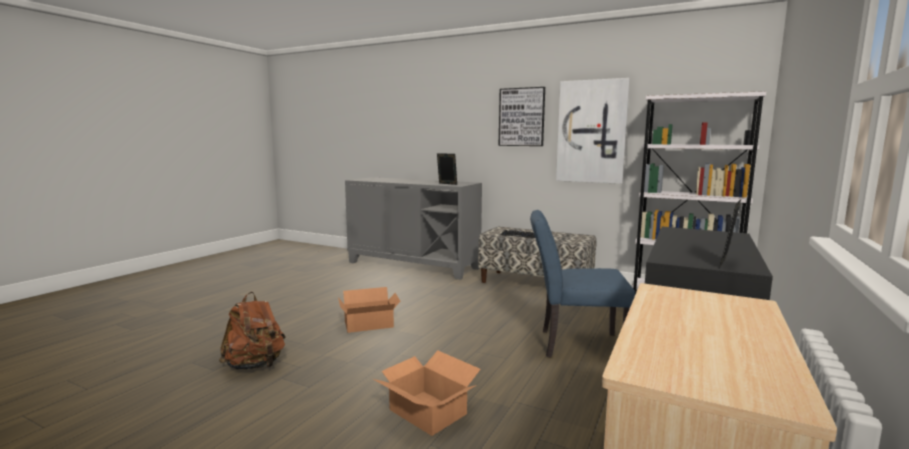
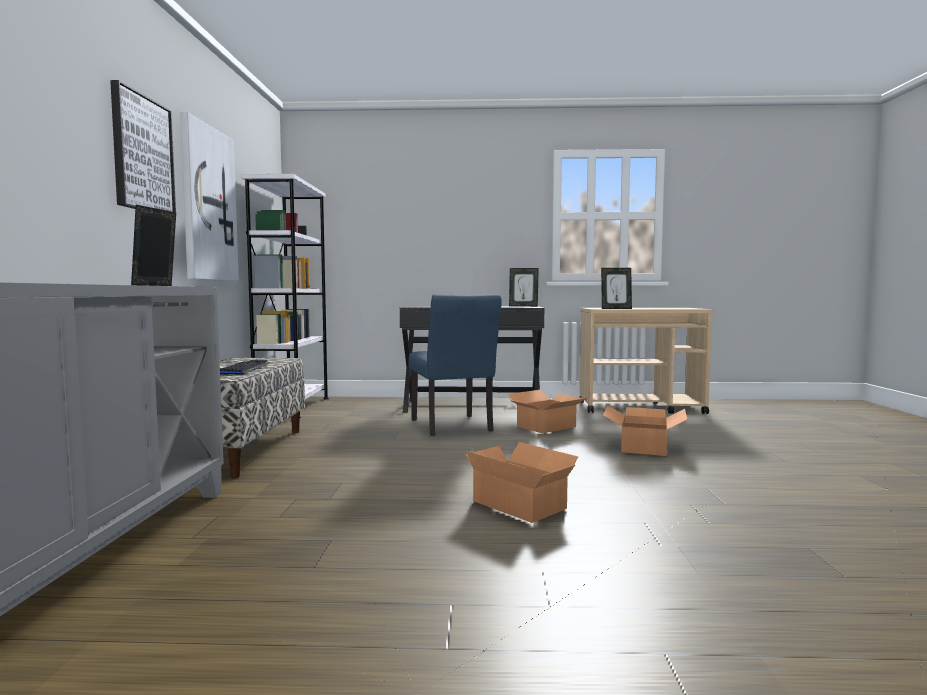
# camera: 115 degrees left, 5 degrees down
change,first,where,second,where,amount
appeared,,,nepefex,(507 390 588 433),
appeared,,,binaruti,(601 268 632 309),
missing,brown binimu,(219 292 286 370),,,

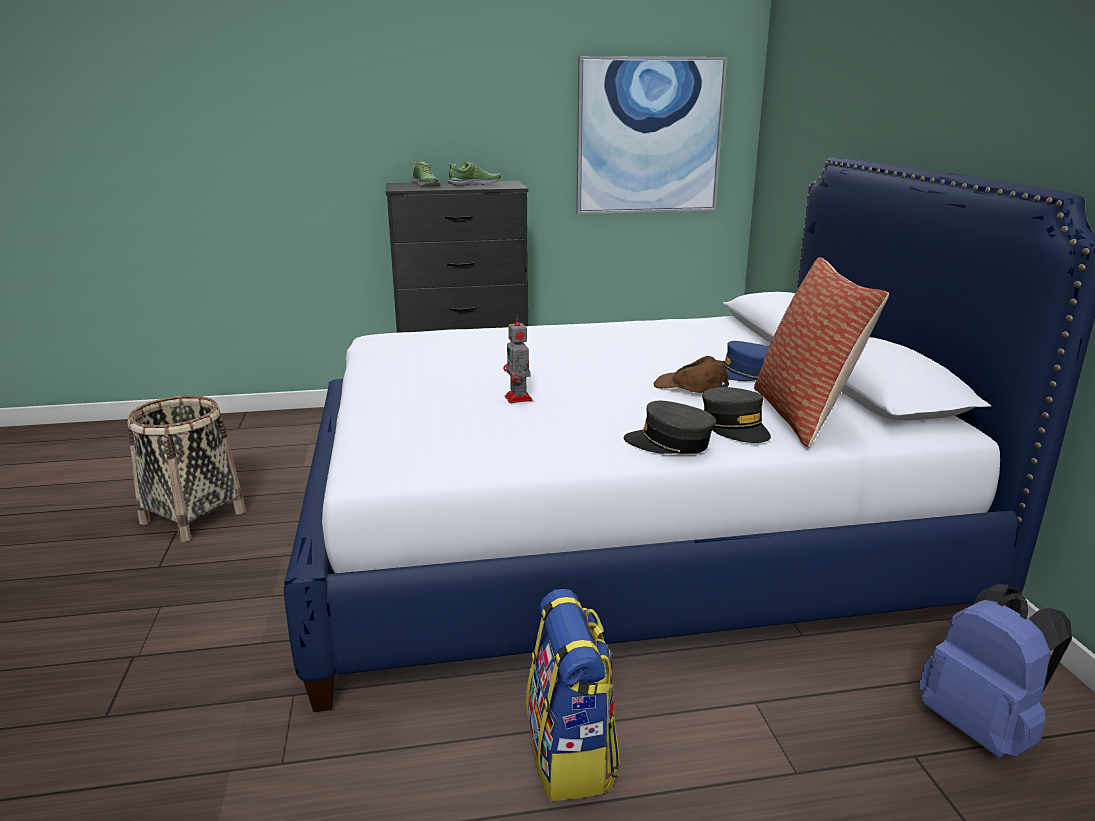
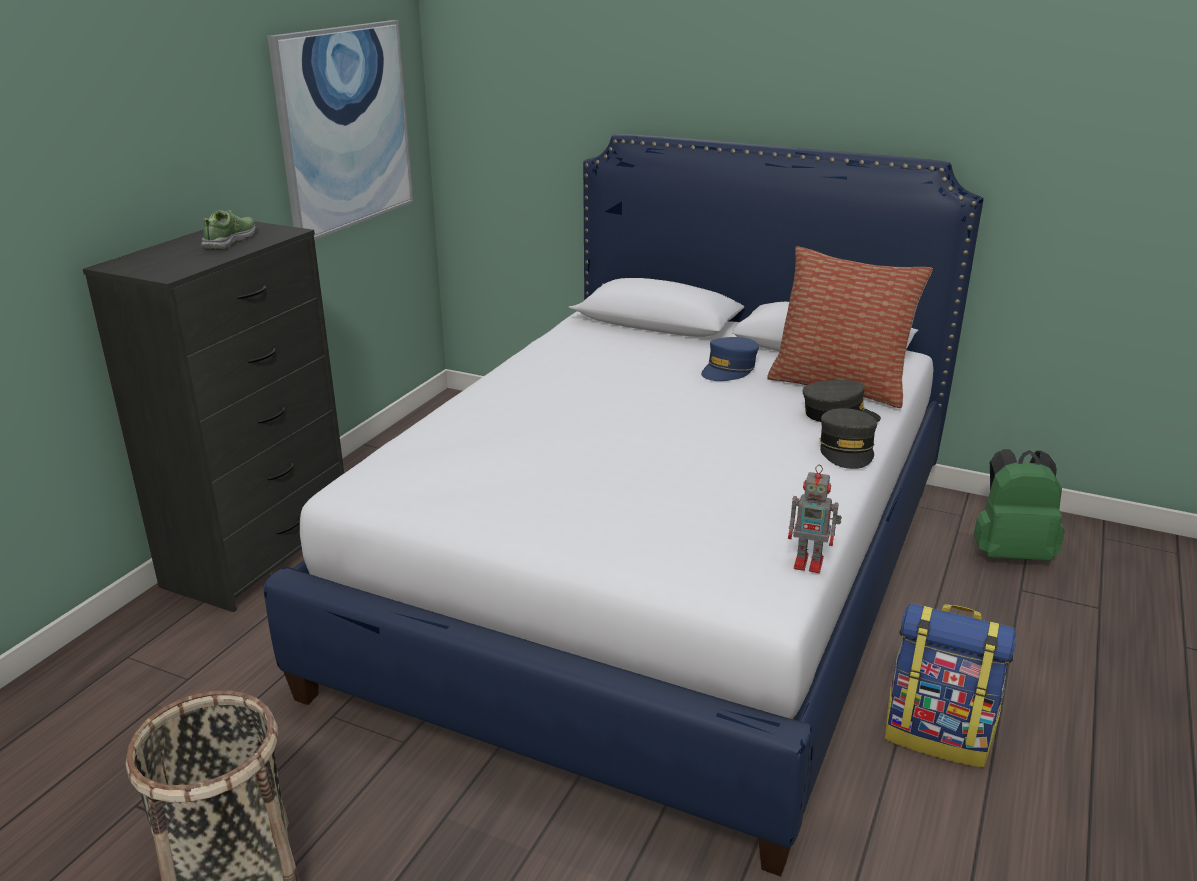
# camera: 55 degrees left, 5 degrees up
change,first,where,second,where,amount
relocated,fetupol,(503 315 533 403),,(788 464 842 573),
spun,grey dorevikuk,(624 401 716 454),,(820 408 877 469),45 degrees counterclockwise
colour,blue binimu,(919 584 1072 757),green binimu,(974 449 1065 561),
missing,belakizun,(411 160 440 187),,,
missing,brown dorevikuk,(654 356 729 393),,,

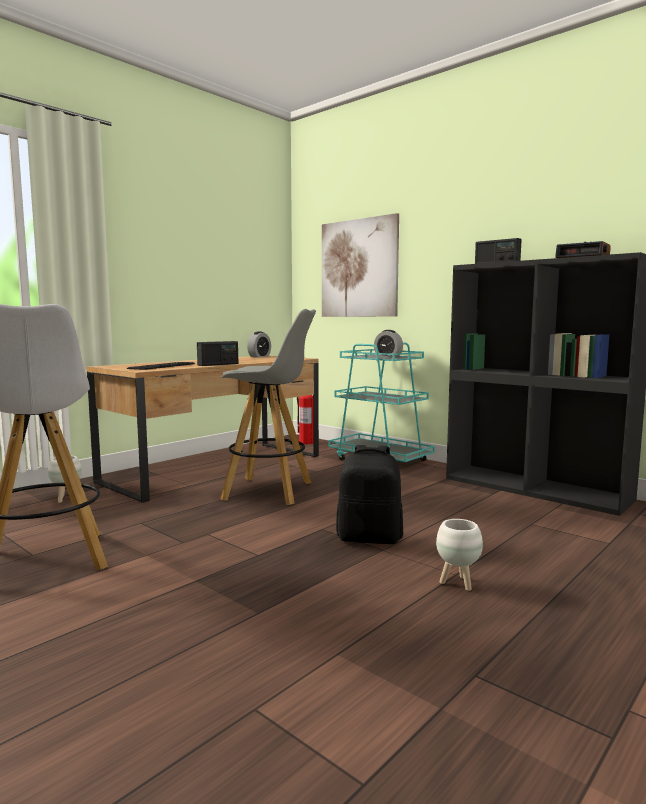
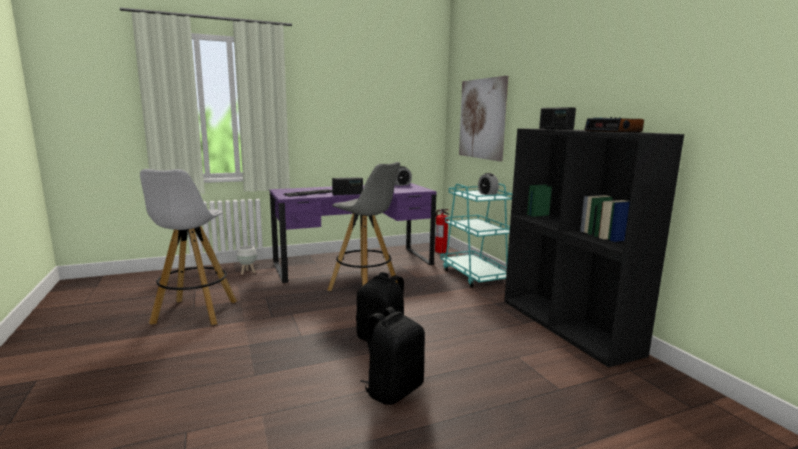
# camera: 25 degrees right, 5 degrees up
change,first,where,second,where,amount
colour,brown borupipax,(86 356 319 503),purple borupipax,(270 183 437 283),
exchanged,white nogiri,(436 519 483 591),black binimu,(360 307 425 405),

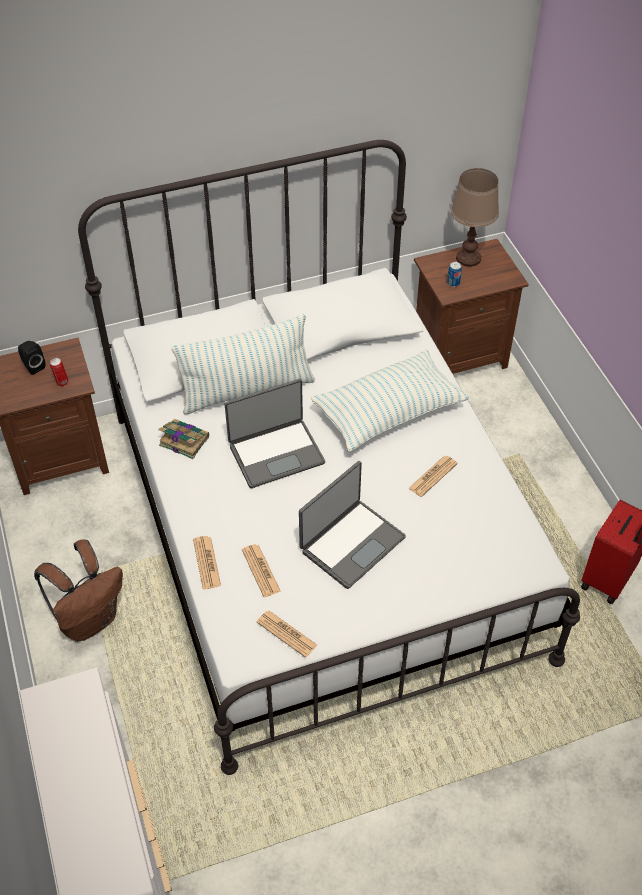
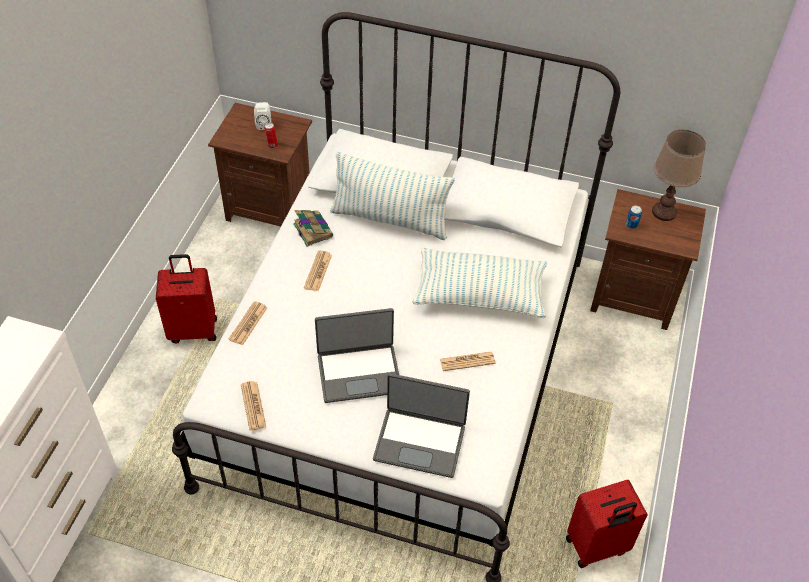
# camera: 35 degrees right, 0 degrees up
change,first,where,second,where,amount
exchanged,brown binimu,(34 539 123 642),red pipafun,(156 254 217 344),
colour,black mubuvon,(18 341 45 375),white mubuvon,(254 102 271 130),
relocated,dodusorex,(242 544 281 597),,(304 251 332 291),
relocated,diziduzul,(225 379 325 488),,(373 373 470 478),

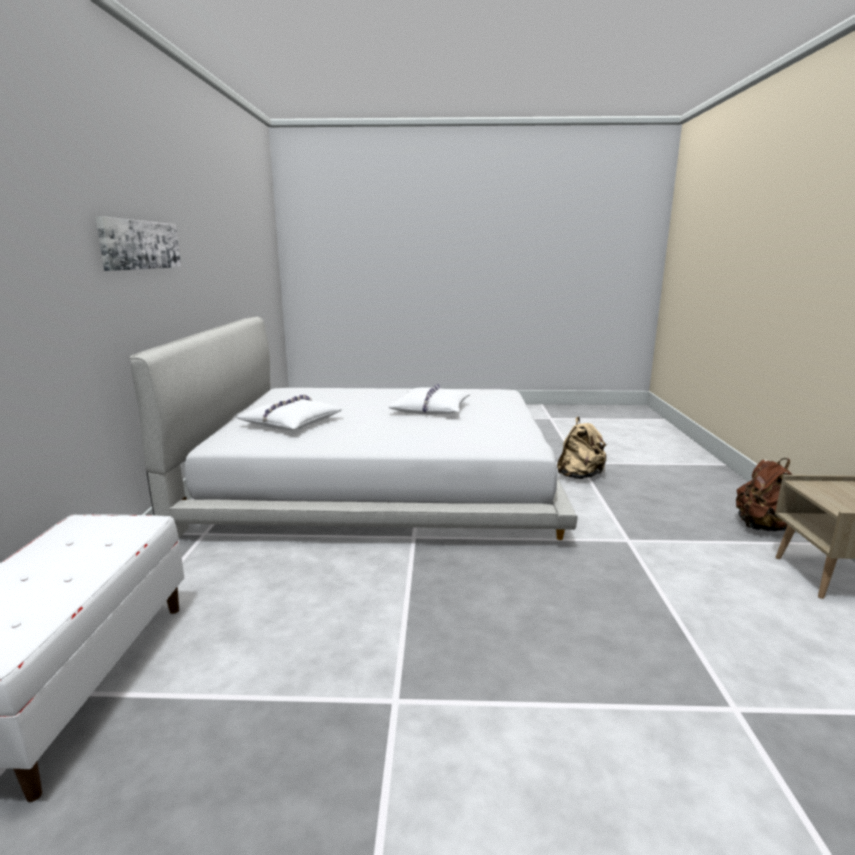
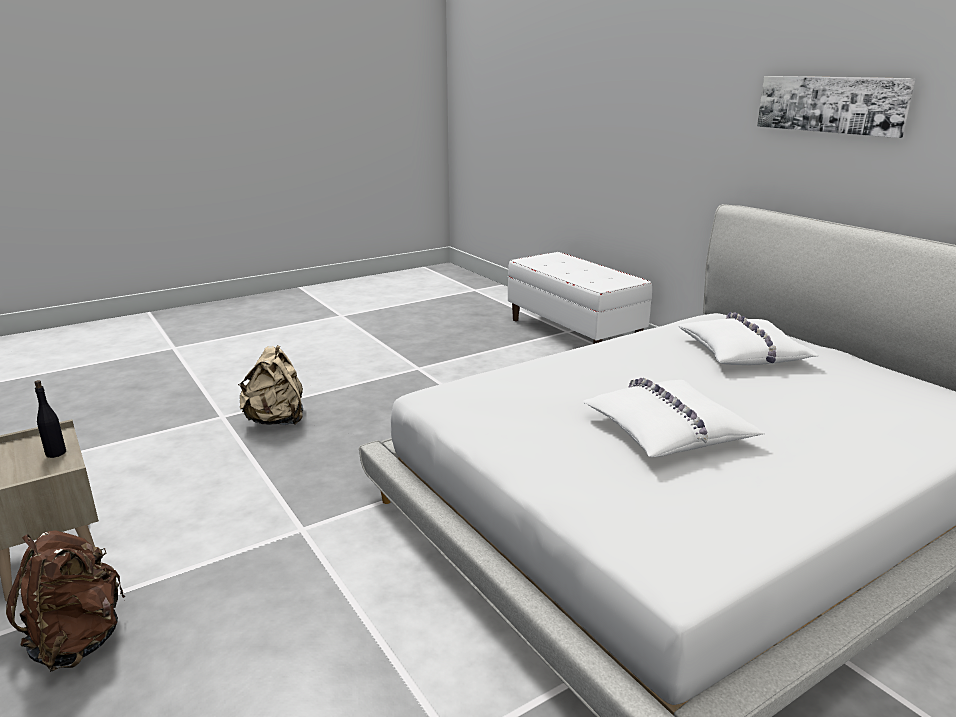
# camera: 145 degrees right, 5 degrees up
change,first,where,second,where,amount
appeared,,,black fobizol,(34 380 66 458),
relocated,beige binimu,(557 416 607 479),,(238 345 303 425),

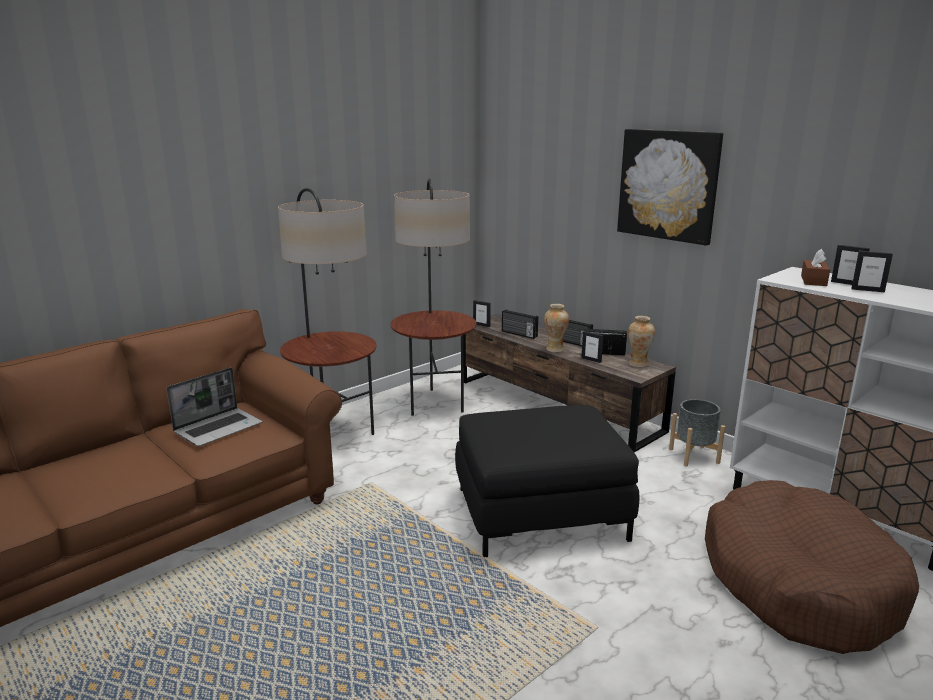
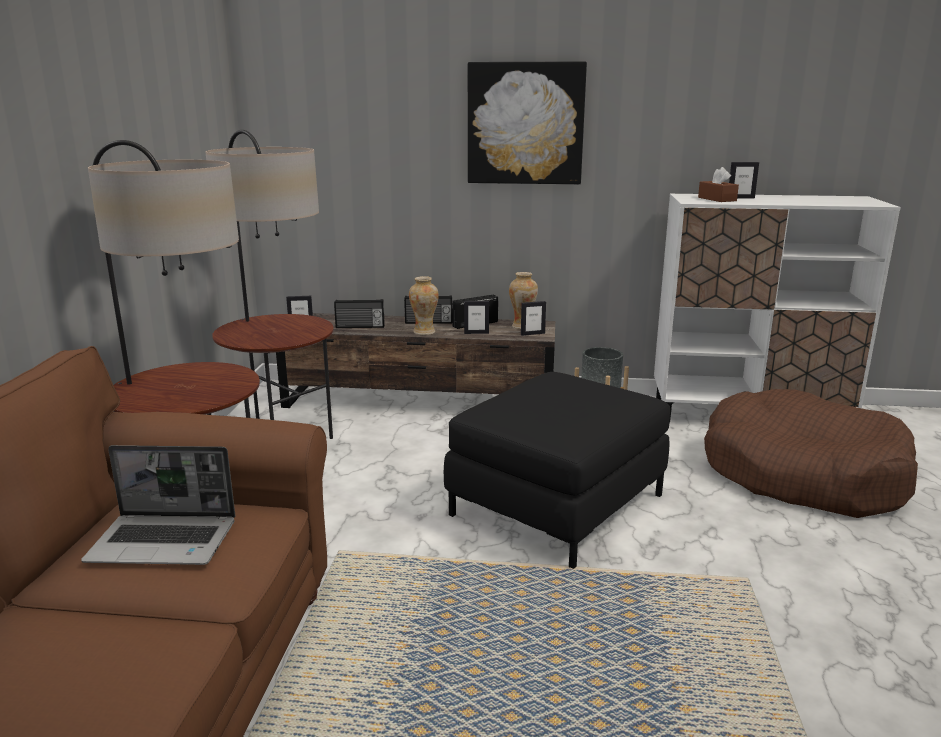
# camera: 40 degrees left, 0 degrees up
change,first,where,second,where,amount
spun,diziduzul,(166 367 262 446),,(81 445 235 565),90 degrees clockwise
relocated,binaruti,(851 251 893 292),,(521 301 546 336),

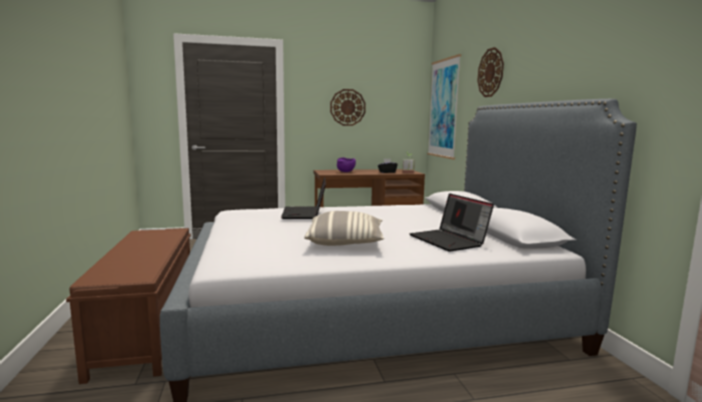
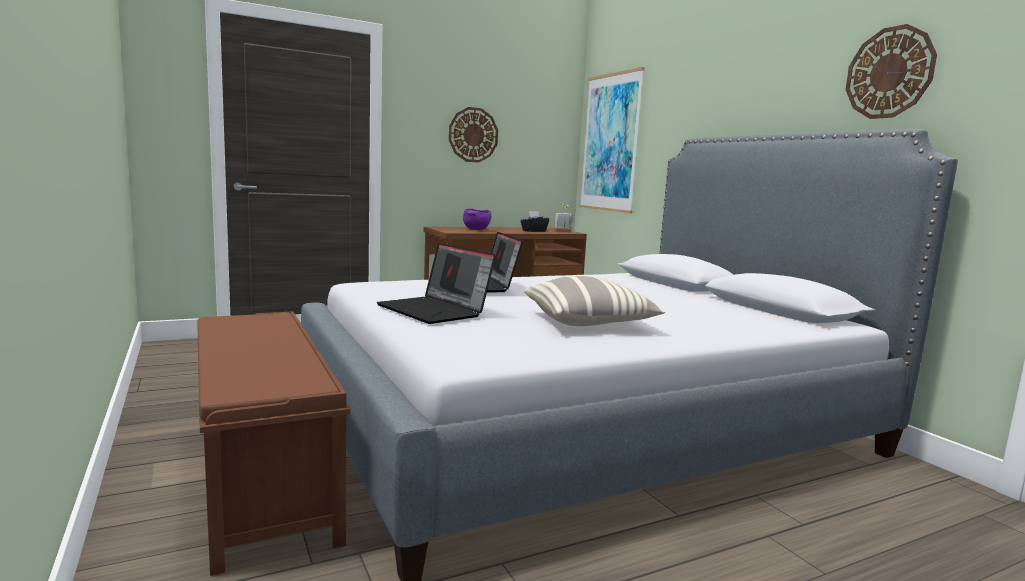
# camera: 15 degrees left, 0 degrees up
change,first,where,second,where,amount
relocated,diziduzul,(409 193 494 252),,(376 243 496 324),
relocated,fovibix,(477 47 504 97),,(845 24 937 119),

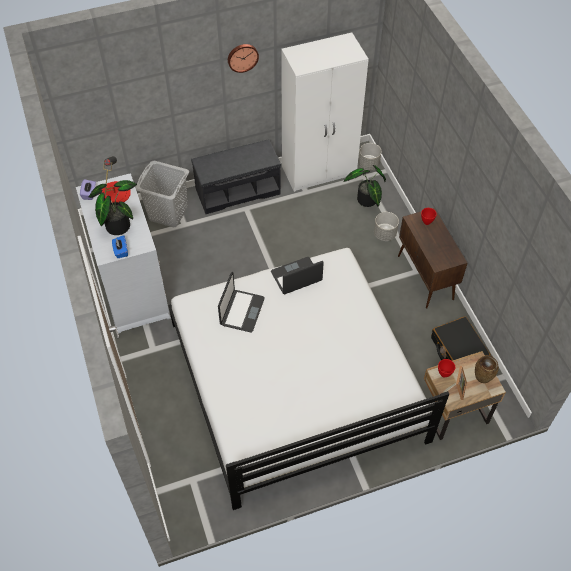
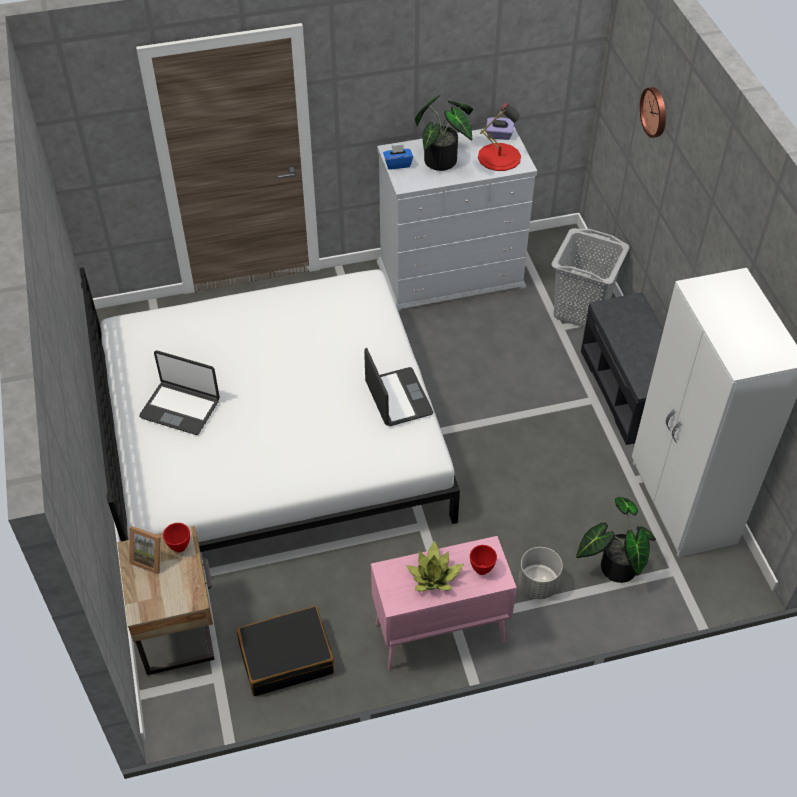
# camera: 95 degrees right, 5 degrees down
change,first,where,second,where,amount
relocated,diziduzul,(218 272 265 332),,(139 350 220 435),
colour,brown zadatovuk,(398 208 468 308),pink zadatovuk,(371 536 517 670),
appeared,,,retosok,(406 540 464 592),
relocated,fovibix,(228 44 259 73),,(640 87 666 138),
missing,grey nogiri,(358 143 381 171),,,
missing,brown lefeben,(475 355 499 383),,,

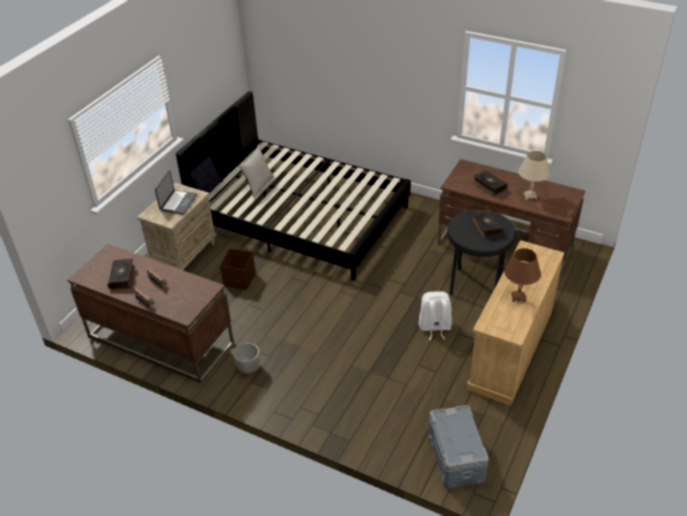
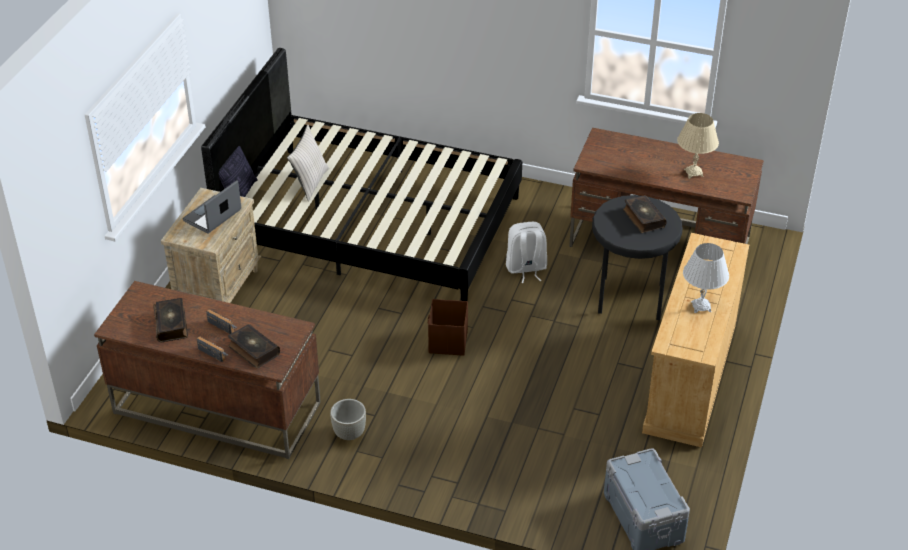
# camera: 10 degrees left, 0 degrees up
change,first,where,second,where,amount
spun,diziduzul,(155 170 197 215),,(183 180 241 234),150 degrees counterclockwise
relocated,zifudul,(473 170 508 196),,(228 324 280 368),
relocated,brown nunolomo,(220 248 255 290),,(428 299 468 356),
relocated,white binimu,(419 291 452 340),,(506 222 547 283),
colour,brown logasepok,(504 248 541 302),white logasepok,(683 243 729 313),

